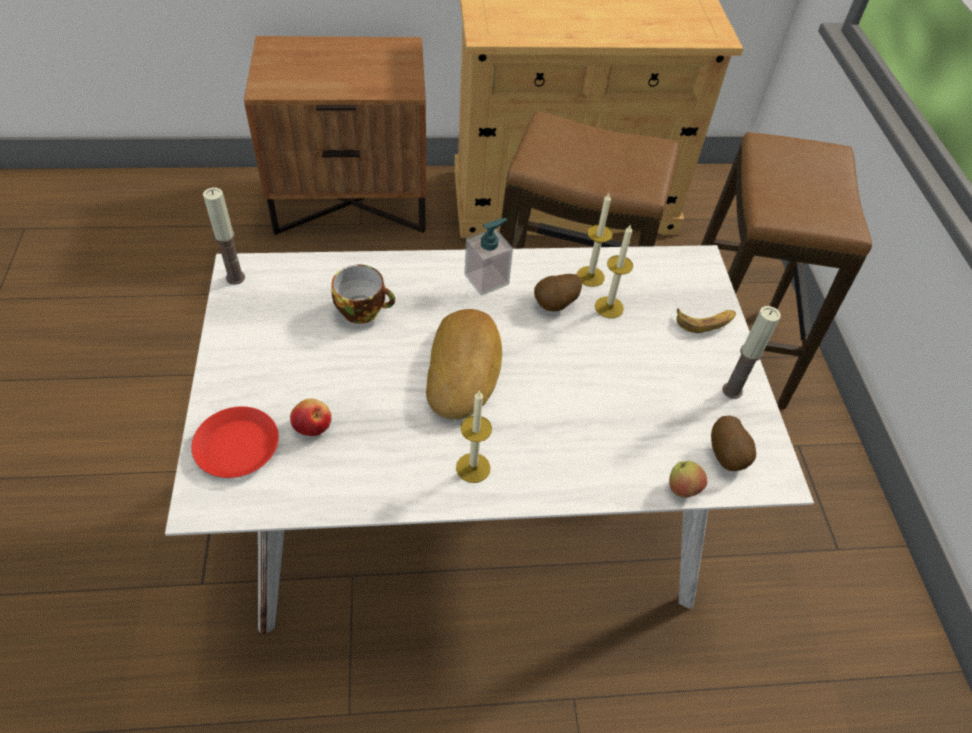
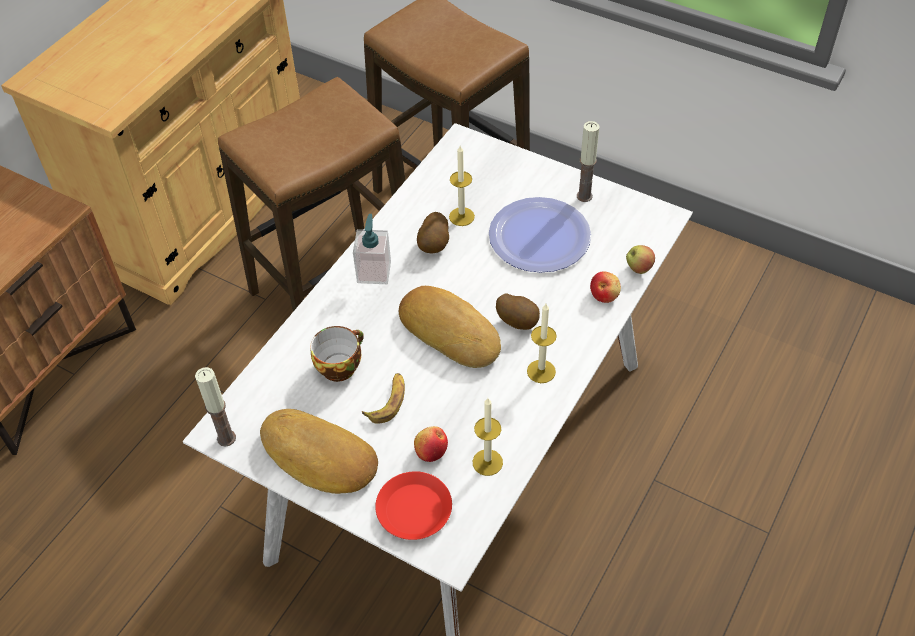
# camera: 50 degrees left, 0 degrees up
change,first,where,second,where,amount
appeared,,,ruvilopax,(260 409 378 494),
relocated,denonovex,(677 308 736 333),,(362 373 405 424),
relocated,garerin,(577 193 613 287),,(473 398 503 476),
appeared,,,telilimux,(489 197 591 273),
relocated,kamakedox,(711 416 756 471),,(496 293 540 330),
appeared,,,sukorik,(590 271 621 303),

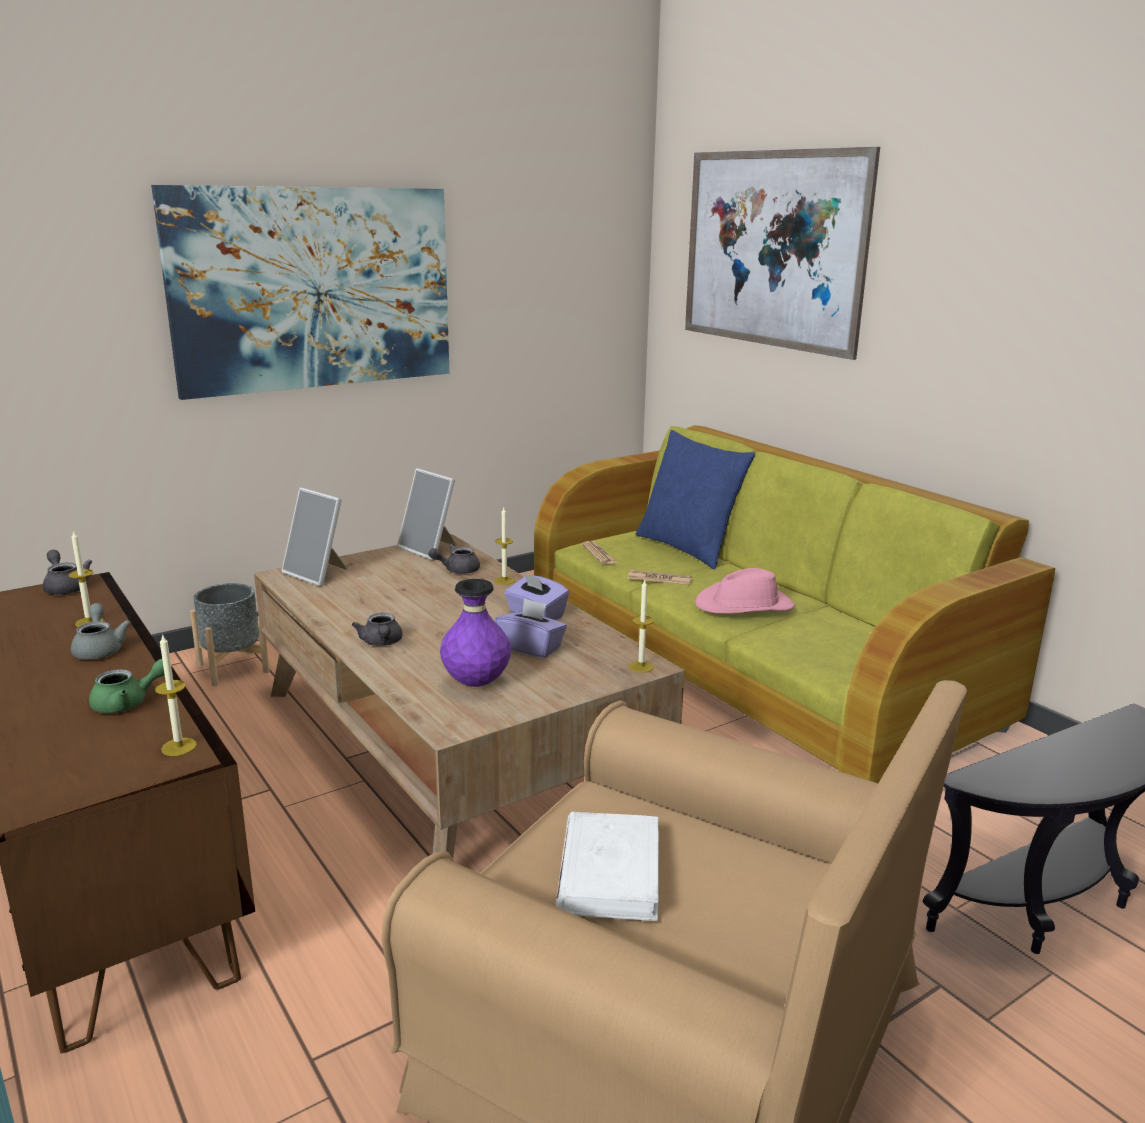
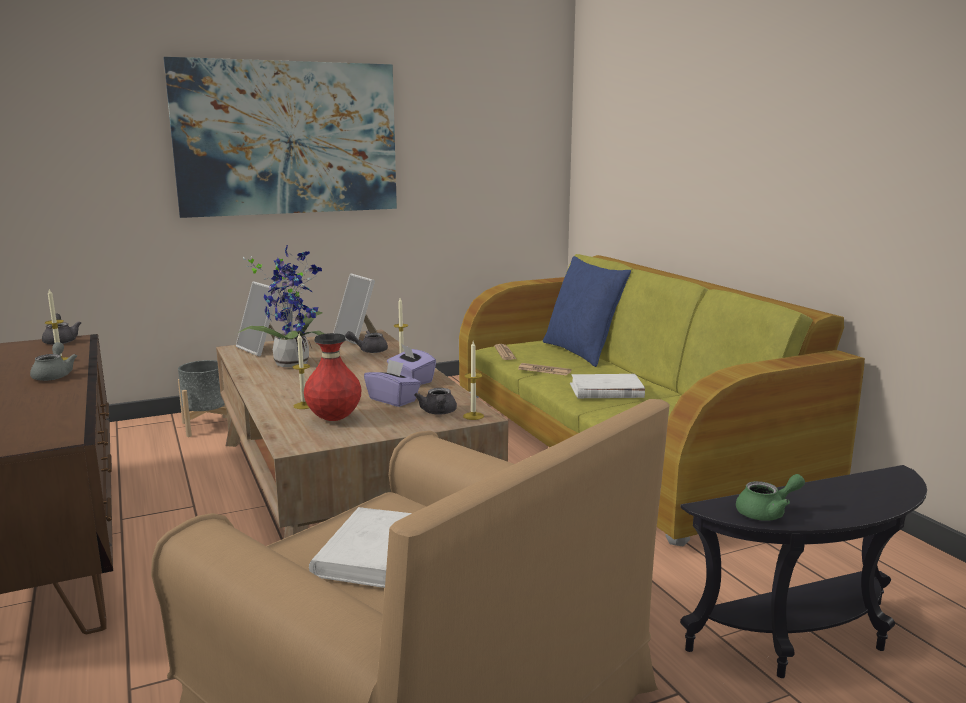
# camera: 10 degrees right, 5 degrees down
change,first,where,second,where,amount
appeared,,,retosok,(238 245 325 367),
relocated,garerin,(155 633 197 756),,(292 333 310 409),
colour,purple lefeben,(440 579 511 687),red lefeben,(304 333 361 421),
relocated,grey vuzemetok,(352 613 403 646),,(414 388 457 415),
exchanged,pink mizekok,(695 568 795 614),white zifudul,(570 374 645 398),
relocated,green vuzemetok,(89 659 165 713),,(736 474 805 521),
missing,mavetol,(685 147 880 360),,,

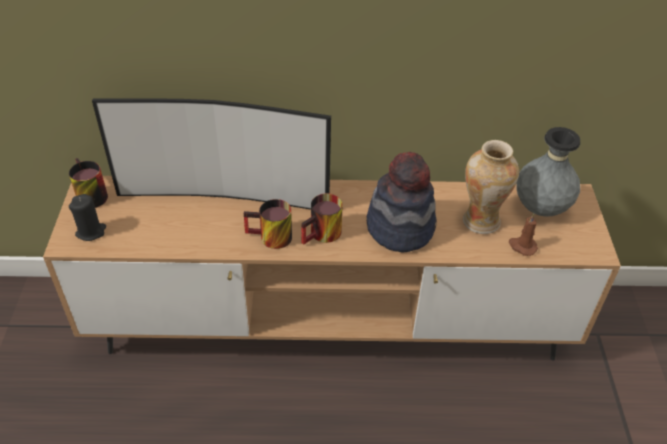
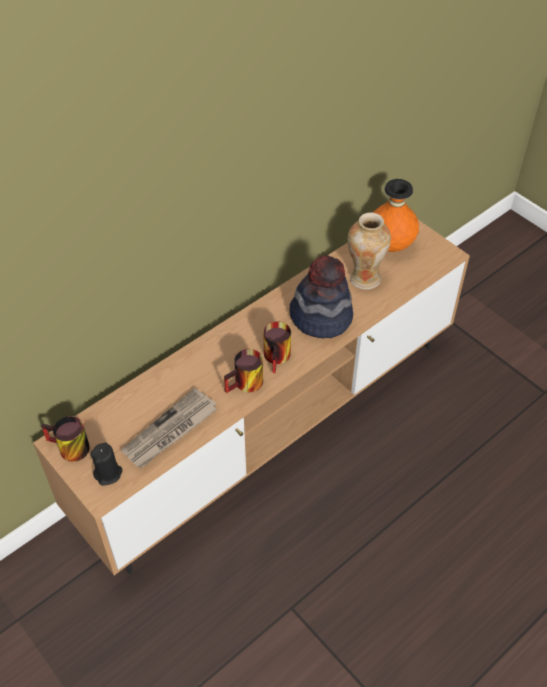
# camera: 40 degrees left, 5 degrees up
change,first,where,second,where,amount
appeared,,,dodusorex,(121 388 217 468),
colour,grey lefeben,(516 127 580 217),orange lefeben,(373 179 419 252),
missing,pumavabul,(92 98 331 210),,,
missing,brown garerin,(509 213 538 256),,,

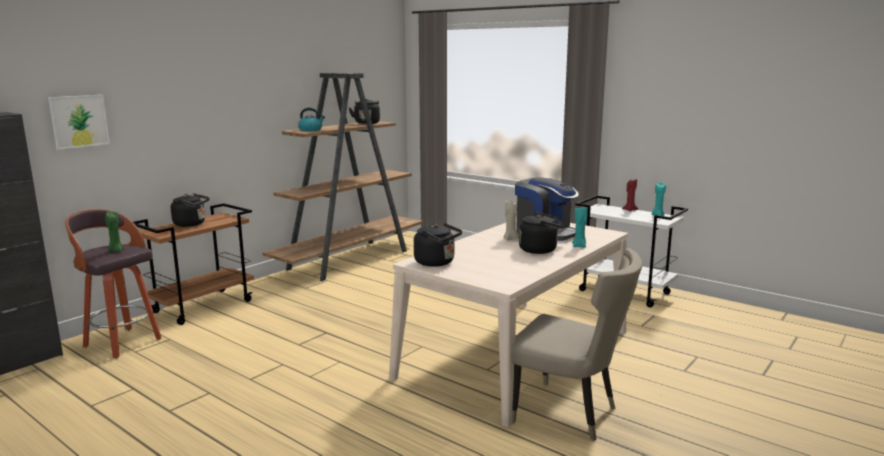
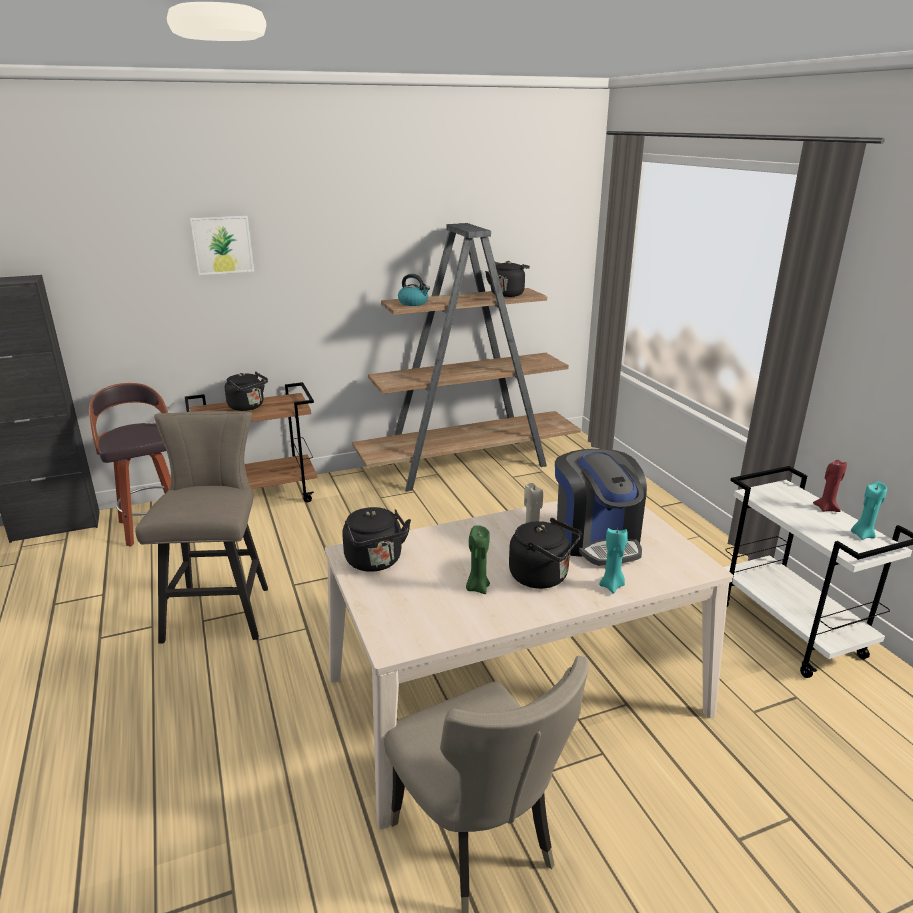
# camera: 30 degrees right, 10 degrees up
change,first,where,second,where,amount
appeared,,,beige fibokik,(135 411 268 644),
relocated,mavetol,(48 95 110 150),,(190 216 254 275),
relocated,green garerin,(105 211 124 252),,(466 525 490 594),

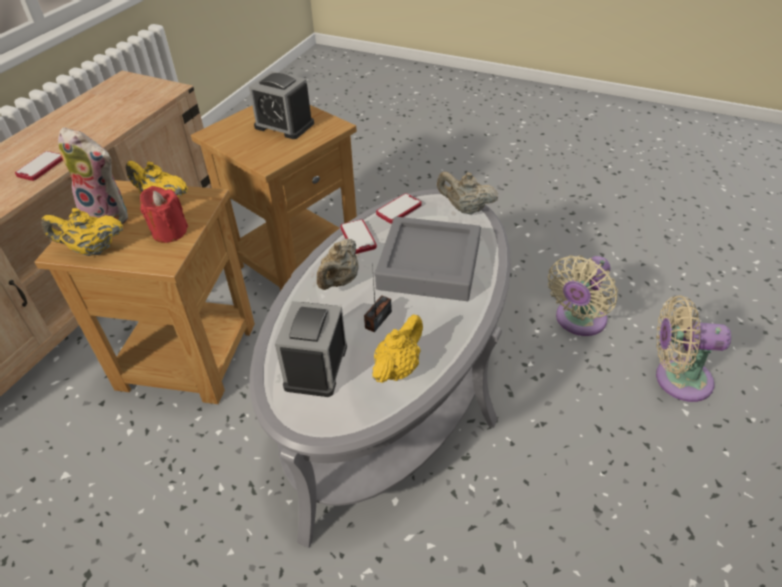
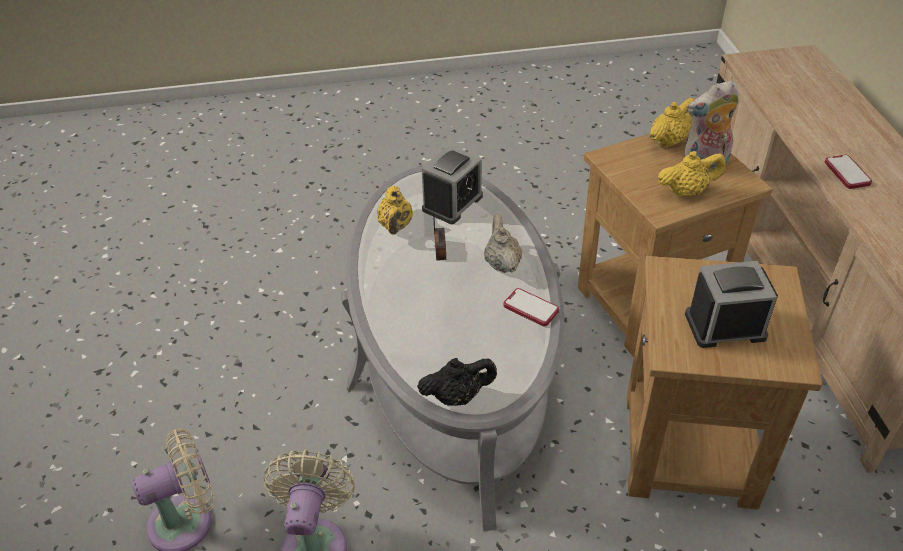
# camera: 145 degrees right, 0 degrees up
change,first,where,second,where,amount
colour,beige vuzemetok,(437 172 498 215),black vuzemetok,(417 358 497 406),
spun,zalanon,(275 301 347 397),,(422 146 483 224),60 degrees clockwise
missing,red garerin,(140 186 188 243),,,
missing,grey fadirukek,(375 217 481 301),,,
missing,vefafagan,(376 193 421 224),,,

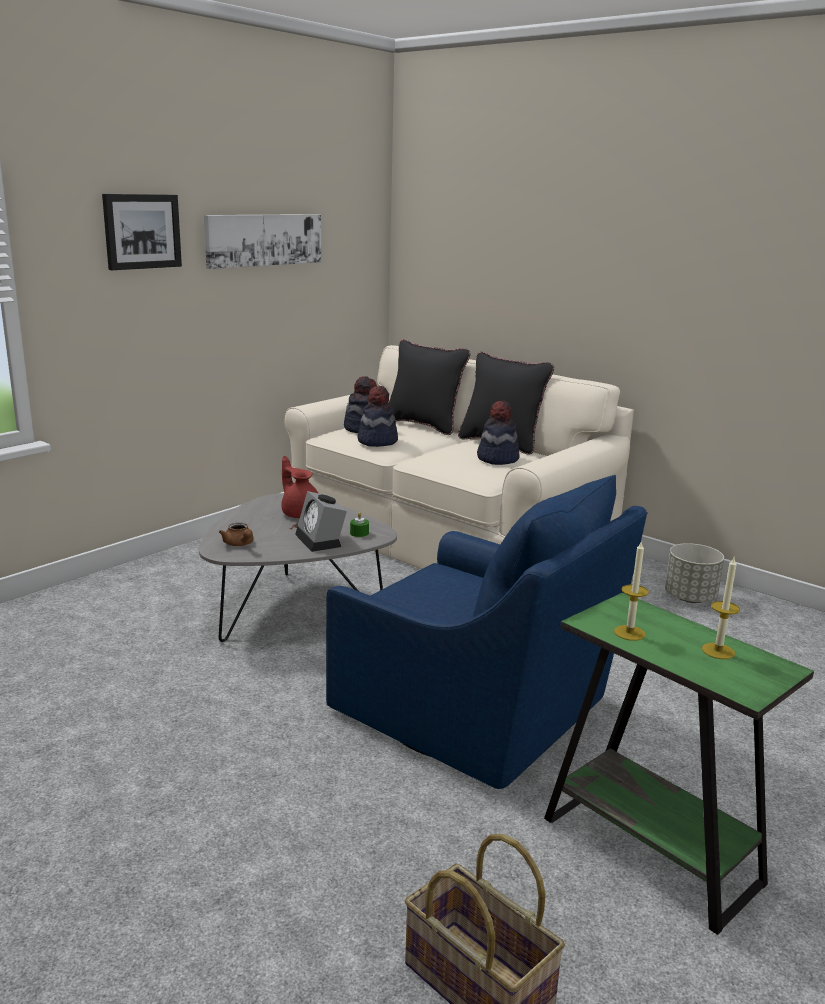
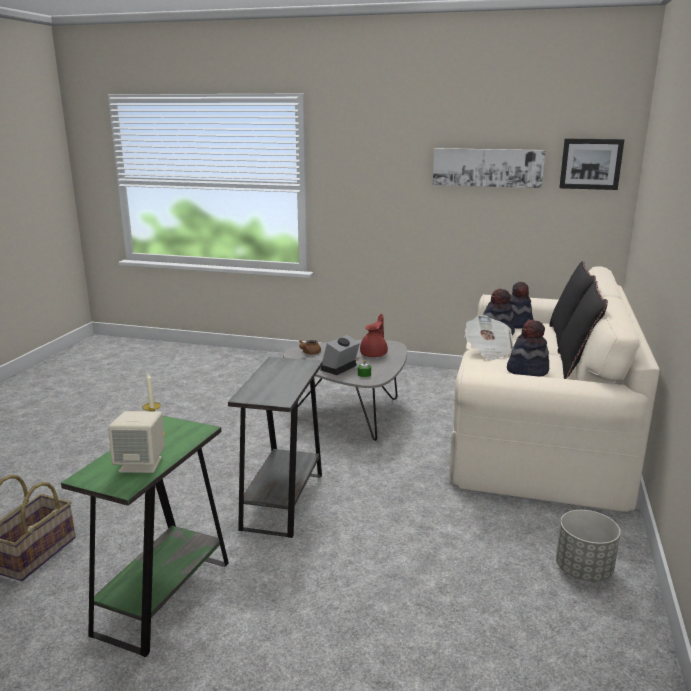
# camera: 65 degrees right, 0 degrees up
change,first,where,second,where,amount
exchanged,garerin,(702 557 740 659),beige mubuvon,(108 411 165 473),
exchanged,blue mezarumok,(326 475 647 789),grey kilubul,(228 357 323 538),
appeared,,,dodusorex,(465 315 513 360),
relocated,mavetol,(102 194 182 270),,(559 139 624 190),

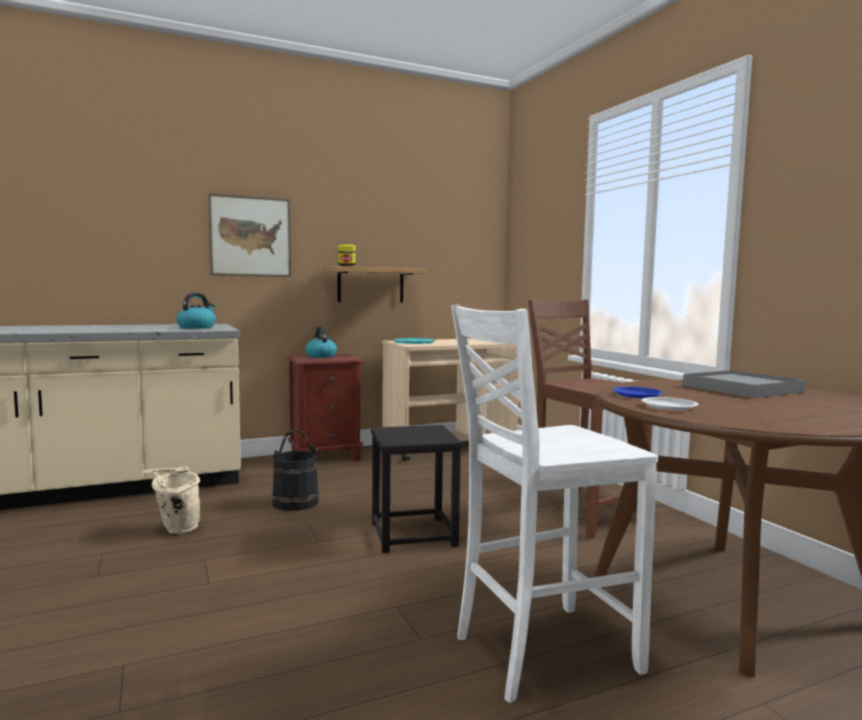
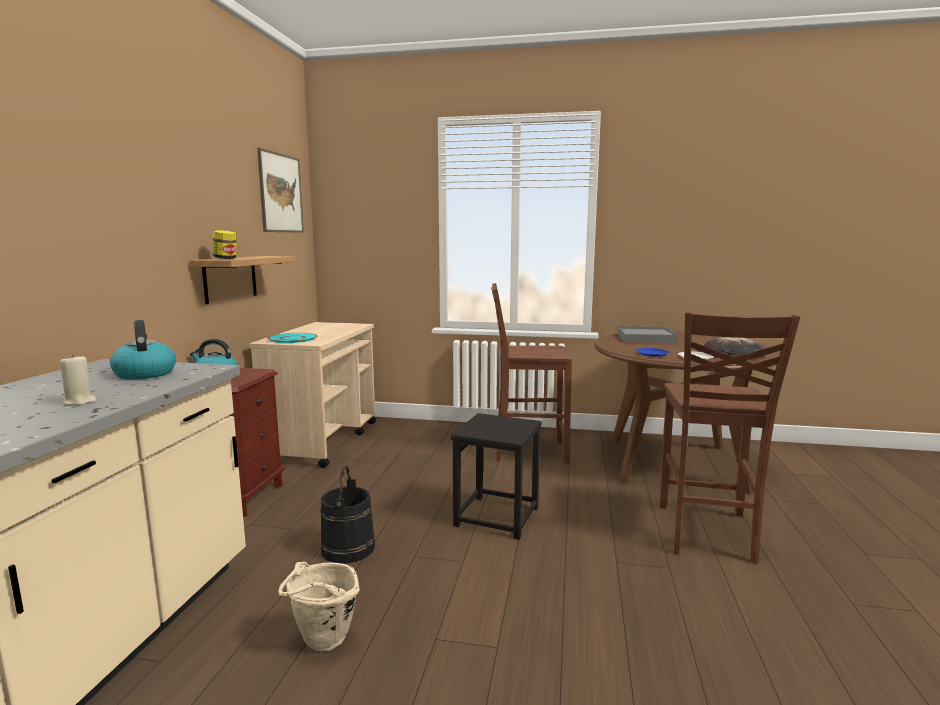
# camera: 55 degrees left, 5 degrees up
change,first,where,second,where,amount
appeared,,,beige garerin,(60 354 97 405),
relocated,mavetol,(208 193 291 277),,(257 148 304 233),
colour,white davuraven,(451 304 658 703),brown davuraven,(659 312 801 564),
appeared,,,ruvilopax,(704 337 765 357),

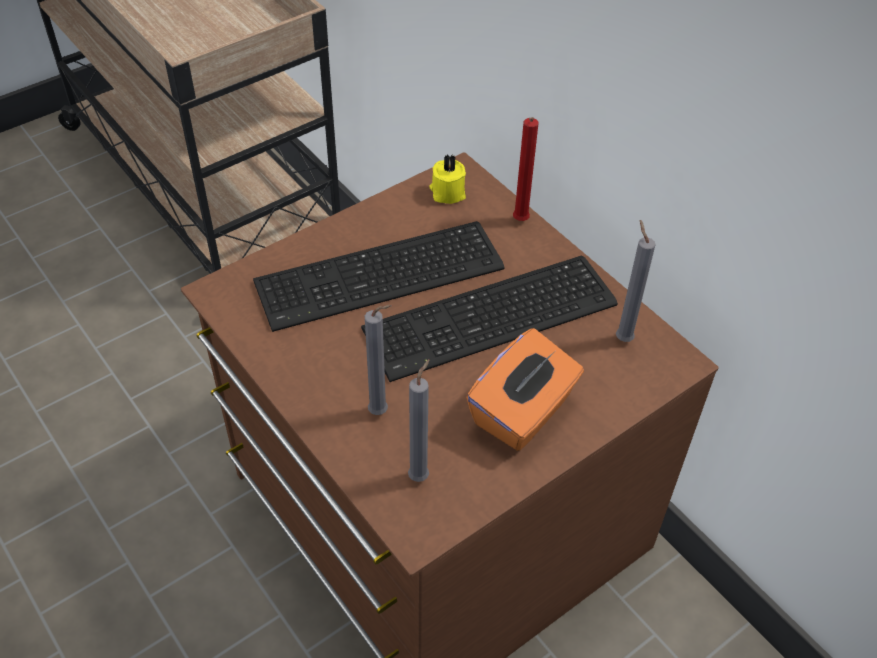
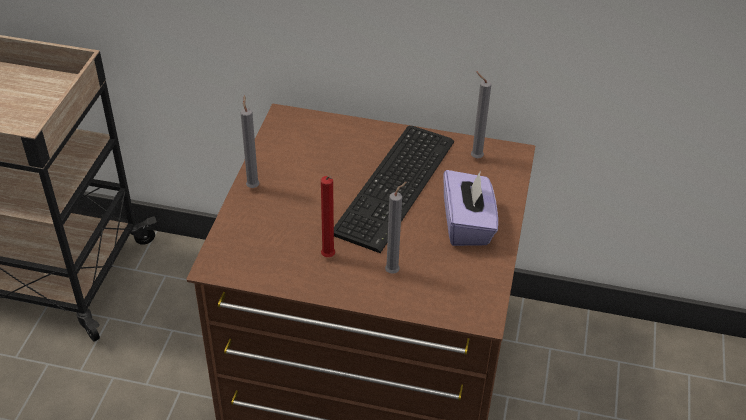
# camera: 40 degrees left, 5 degrees down
change,first,where,second,where,amount
relocated,grey garerin,(408 359 429 482),,(241 95 259 188),
relocated,red garerin,(513 117 538 221),,(321 176 335 257),
colour,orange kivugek,(466 328 584 451),purple kivugek,(444 170 498 246),
missing,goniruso,(253 221 505 332),,,
missing,yellow garerin,(429 154 466 204),,,

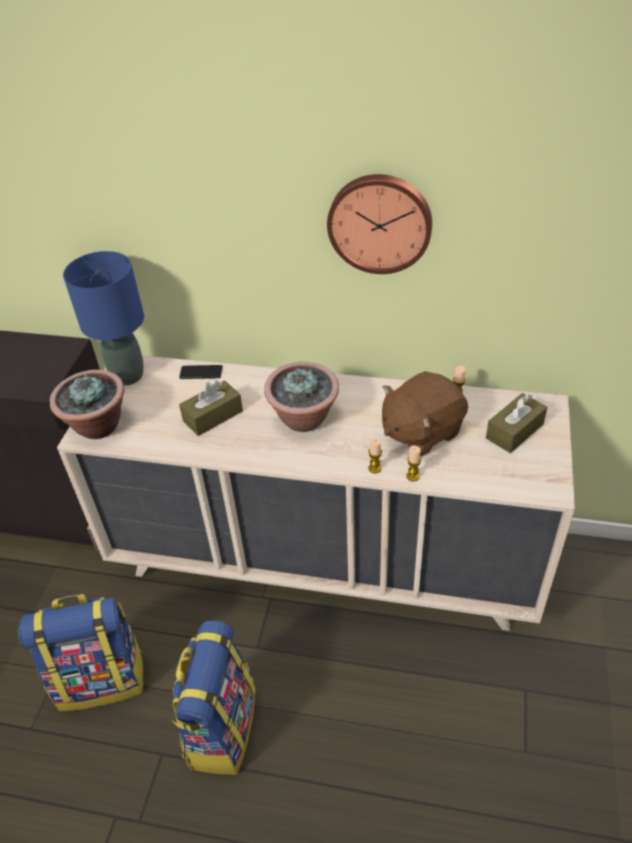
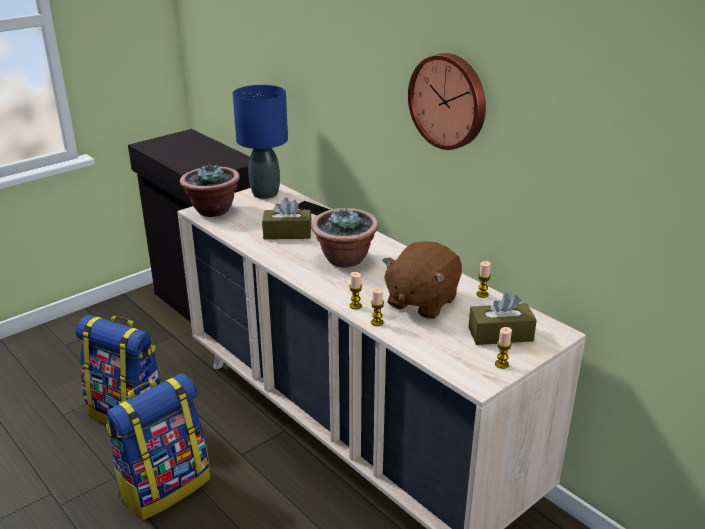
# camera: 35 degrees right, 15 degrees down
change,first,where,second,where,amount
spun,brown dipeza,(382 371 468 457),,(382 241 462 319),60 degrees counterclockwise
appeared,,,garerin,(495 327 512 369),

